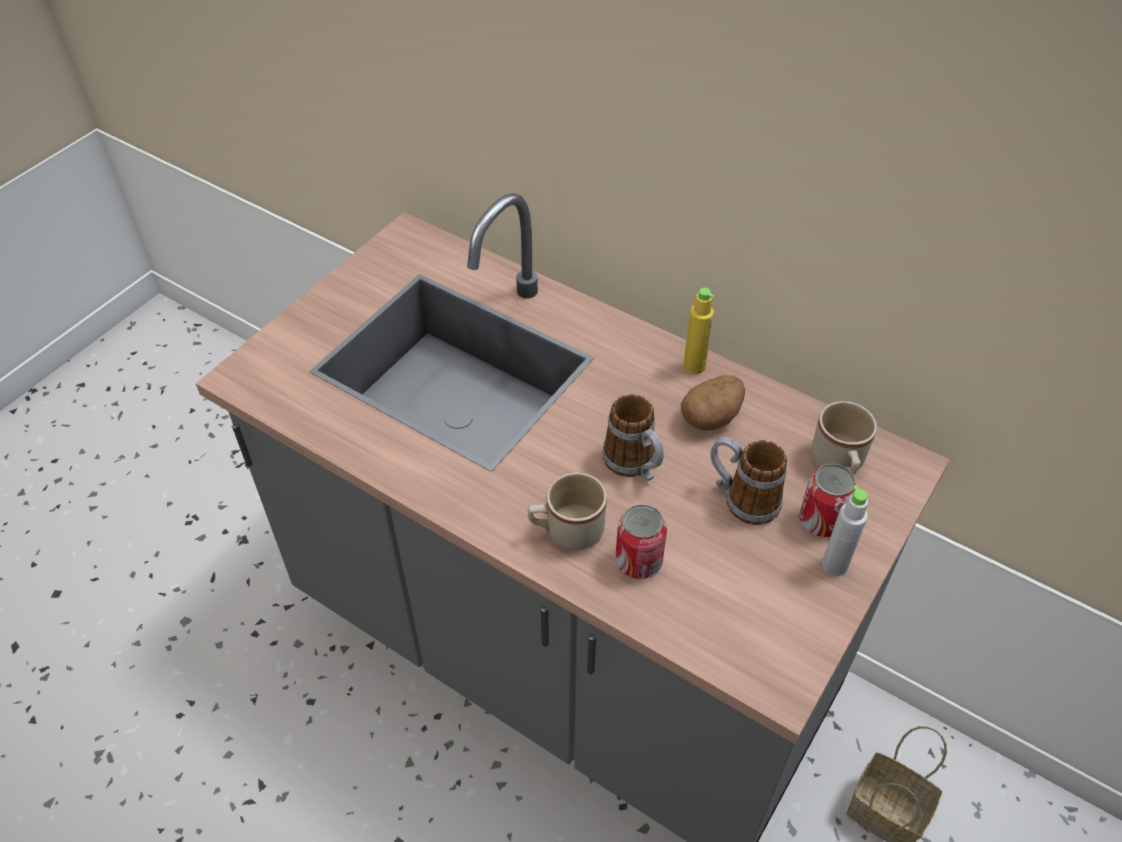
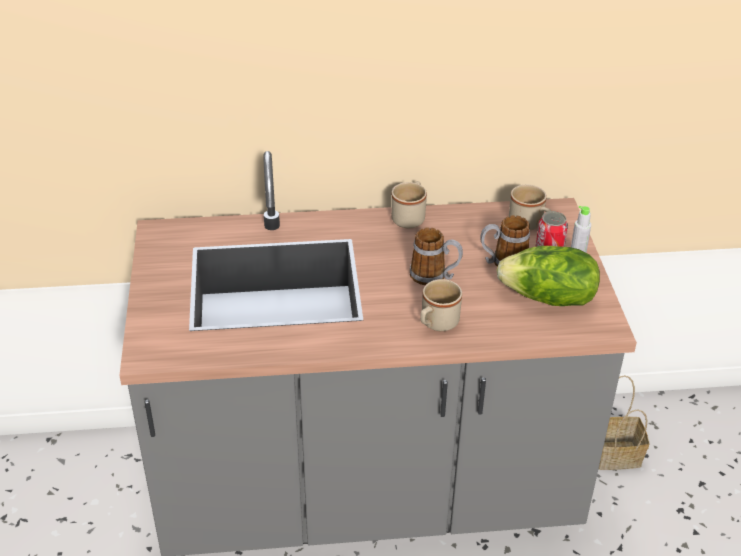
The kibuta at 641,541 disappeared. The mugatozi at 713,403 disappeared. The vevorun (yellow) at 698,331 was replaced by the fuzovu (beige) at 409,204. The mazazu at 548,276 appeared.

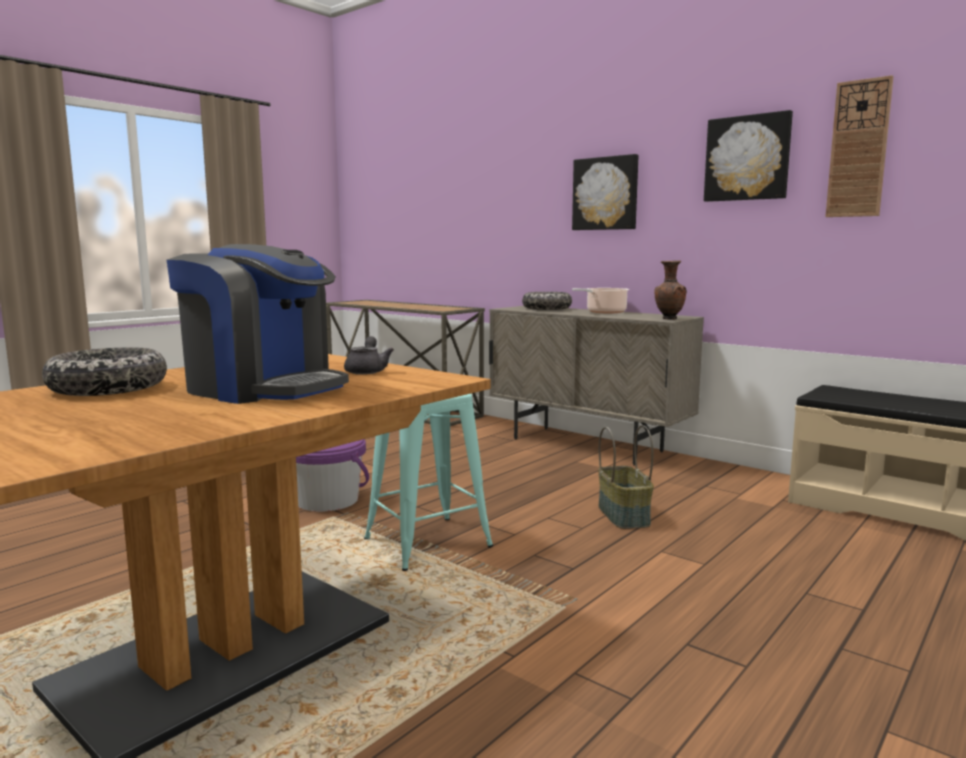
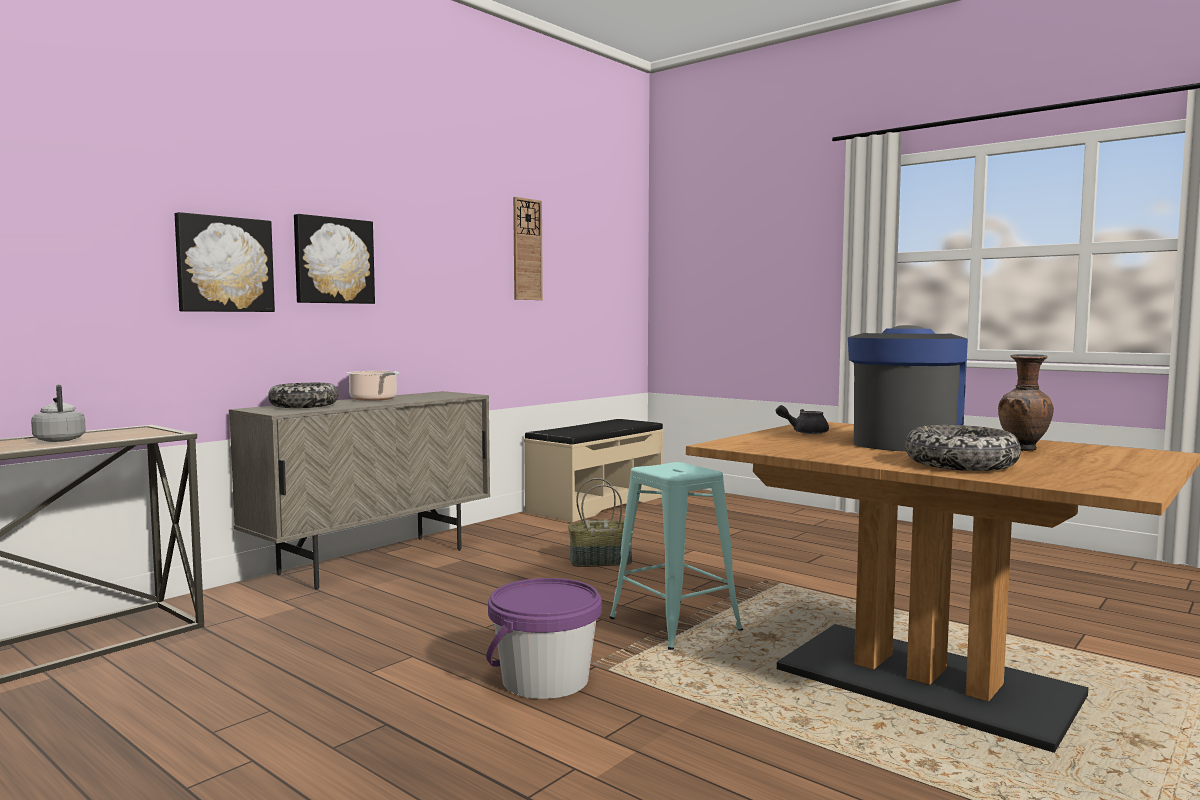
The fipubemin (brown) moved from 670,290 to 1026,402. The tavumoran moved from 748,156 to 225,262. The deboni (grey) at 58,413 appeared.

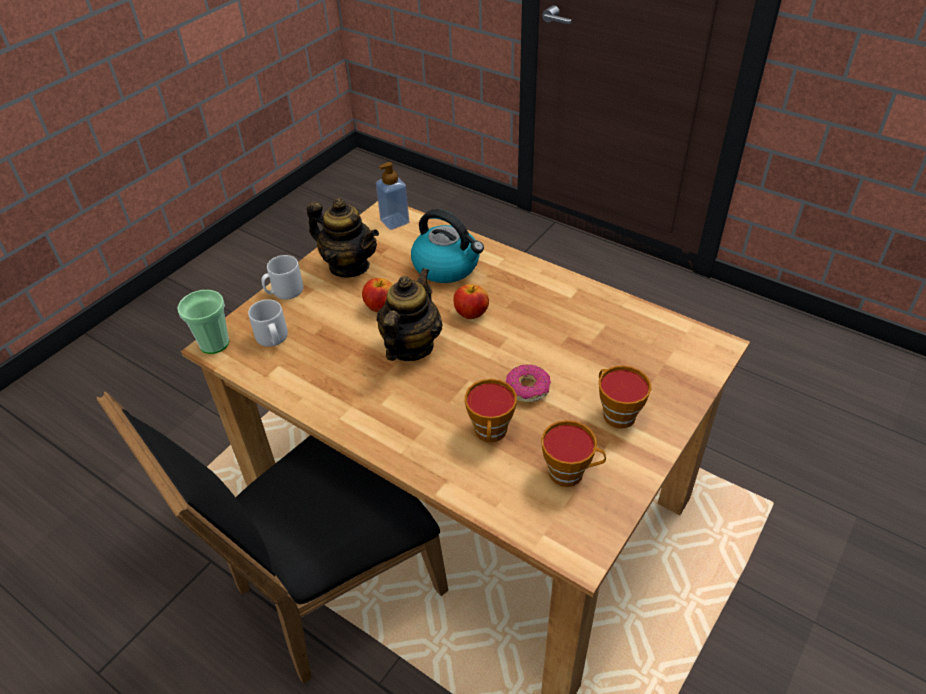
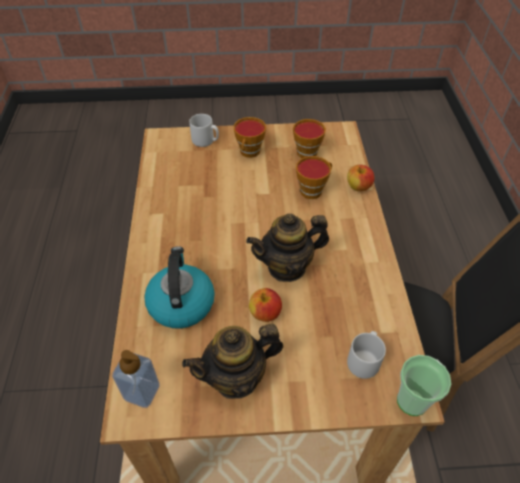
The fuzovu (grey) moved from 282,277 to 204,130. The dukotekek at 343,238 turned 105 degrees counterclockwise. The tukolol moved from 471,301 to 360,178. The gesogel at 528,383 disappeared.

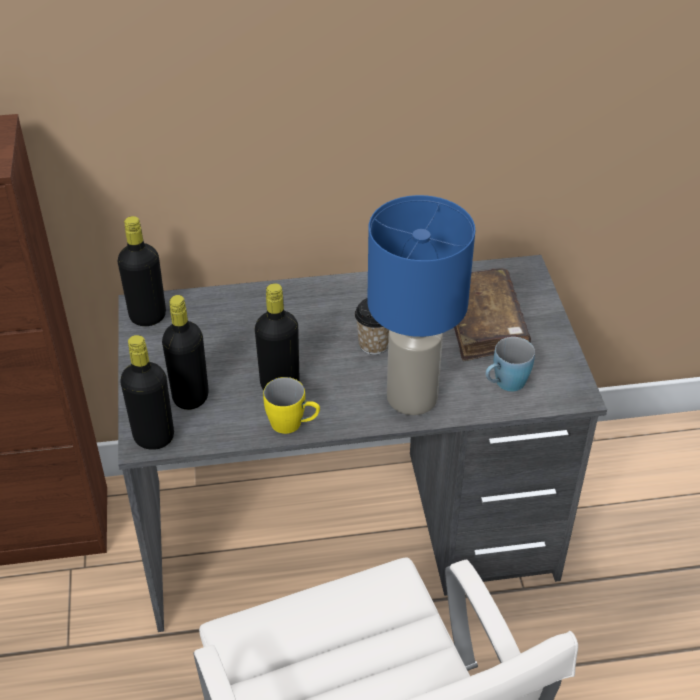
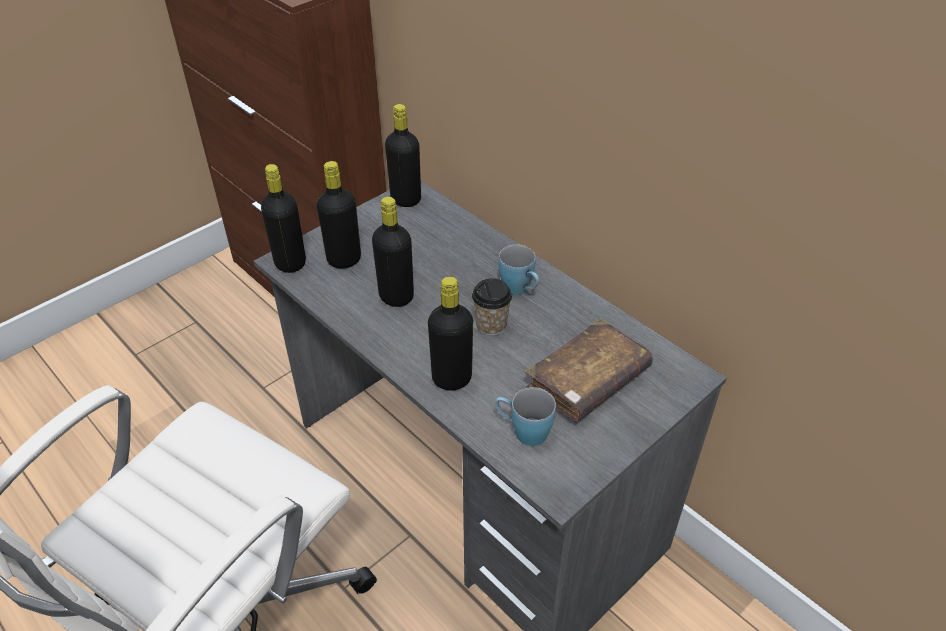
The fuzovu (yellow) at 291,405 disappeared. The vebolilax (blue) at 421,305 was replaced by the vevorun (black) at 450,334. The fuzovu (blue) at 519,269 appeared.

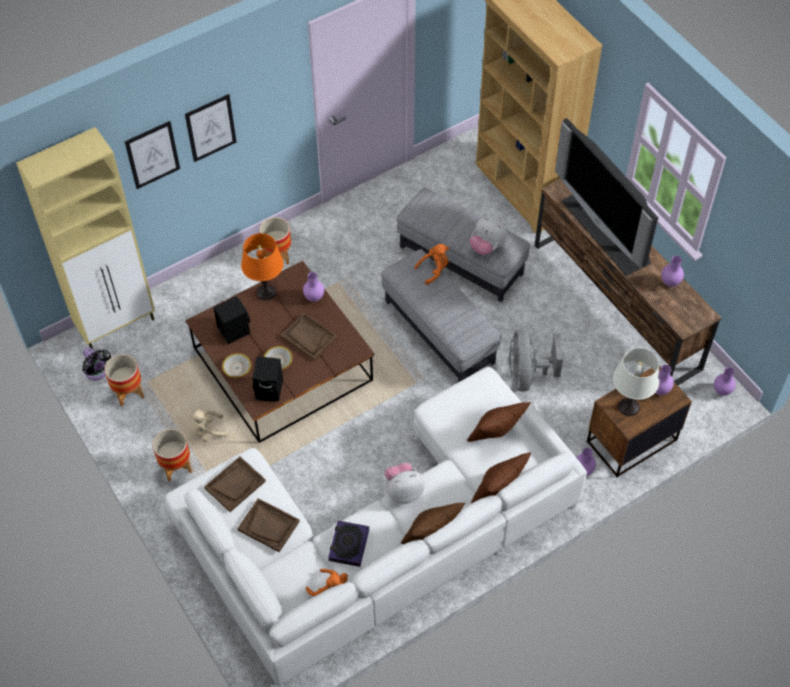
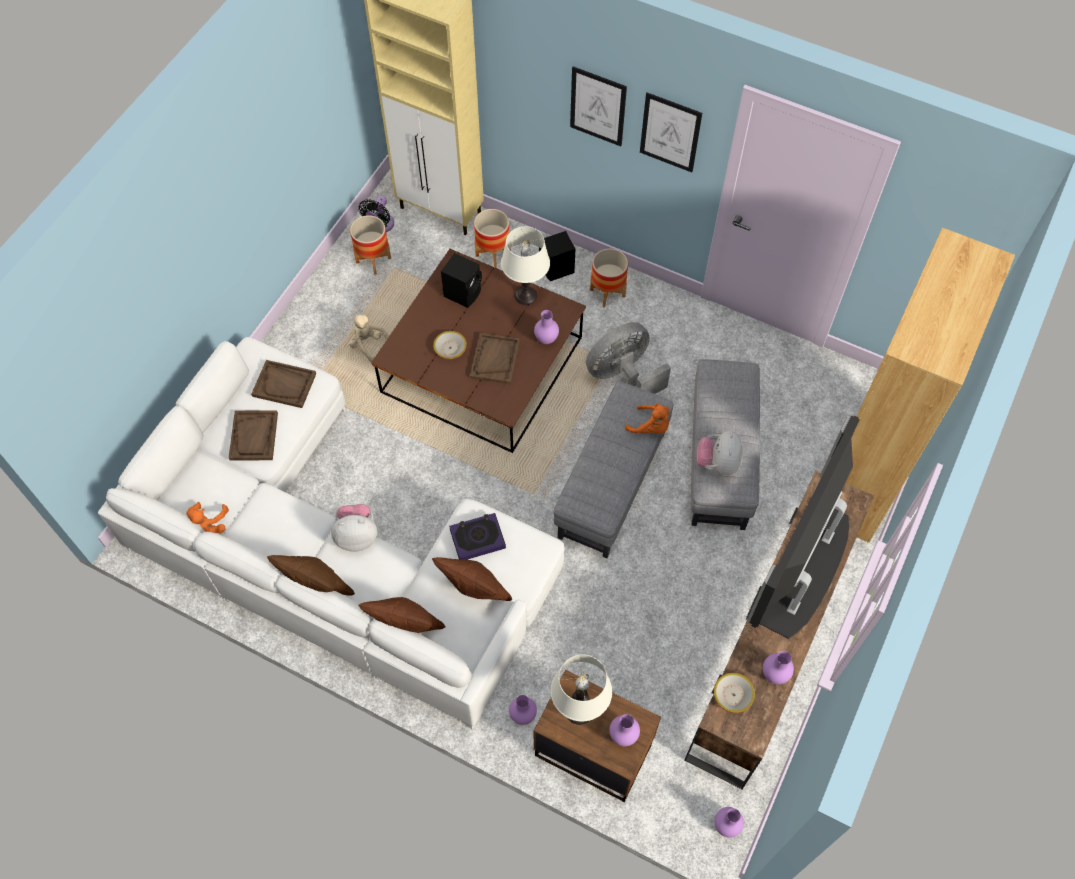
The tavumoran moved from 152,155 to 671,132. The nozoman moved from 172,455 to 492,238. The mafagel moved from 236,365 to 734,693. The vebolilax (orange) at 262,266 became the vebolilax (white) at 525,265. The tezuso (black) moved from 267,378 to 557,256. The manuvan moved from 348,544 to 477,536. The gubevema at 405,483 turned 45 degrees counterclockwise. The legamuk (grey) moved from 536,360 to 628,358.

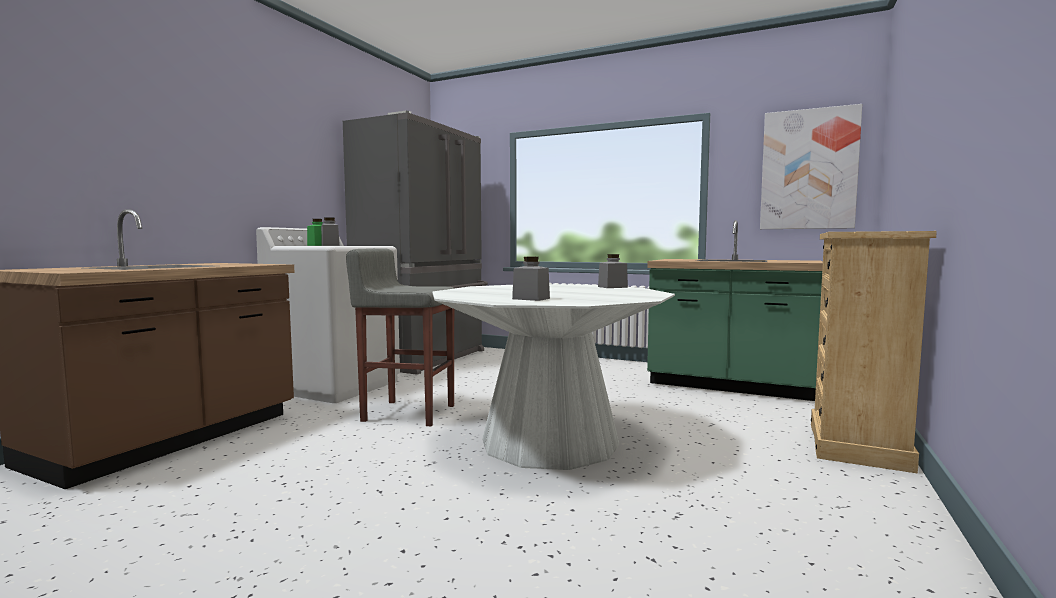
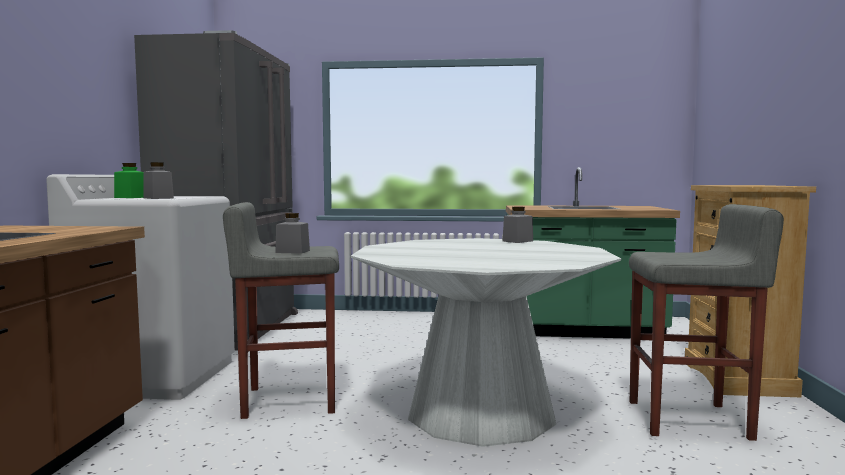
The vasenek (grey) moved from 531,279 to 292,233. The tavumoran at 811,166 disappeared. The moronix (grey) at 706,322 appeared.

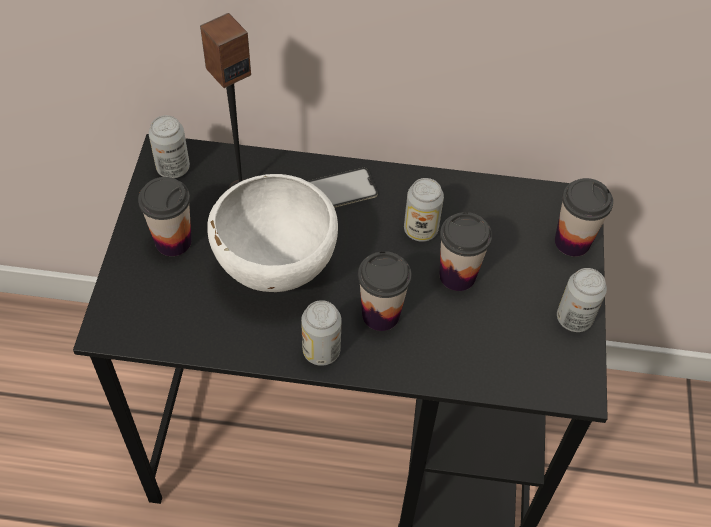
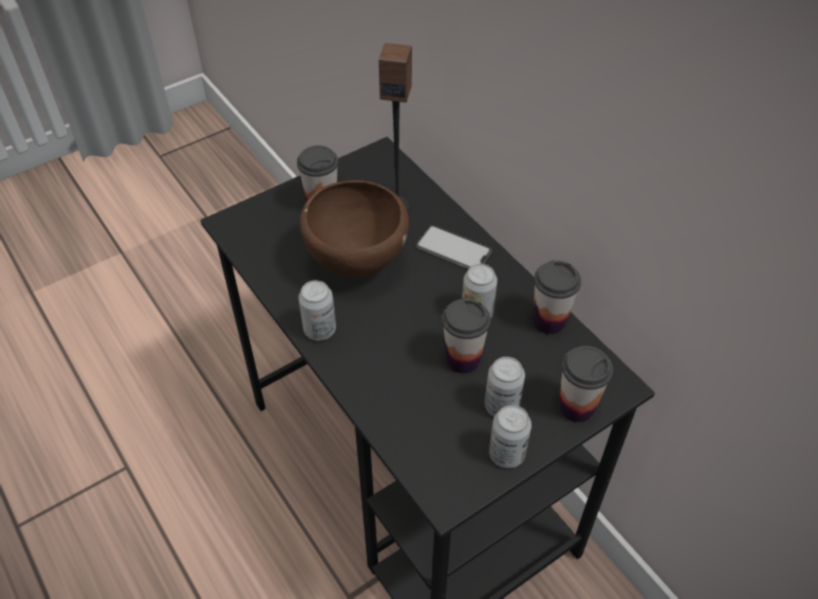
The kibuta moved from 169,146 to 505,386. The mafagel (white) at 272,233 became the mafagel (brown) at 354,228. The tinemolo moved from 384,291 to 557,297.

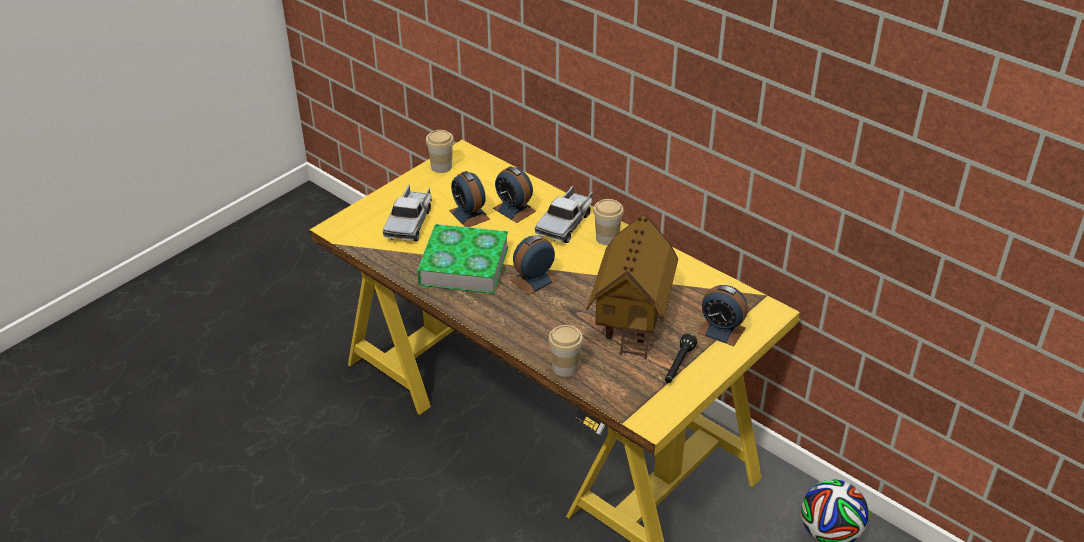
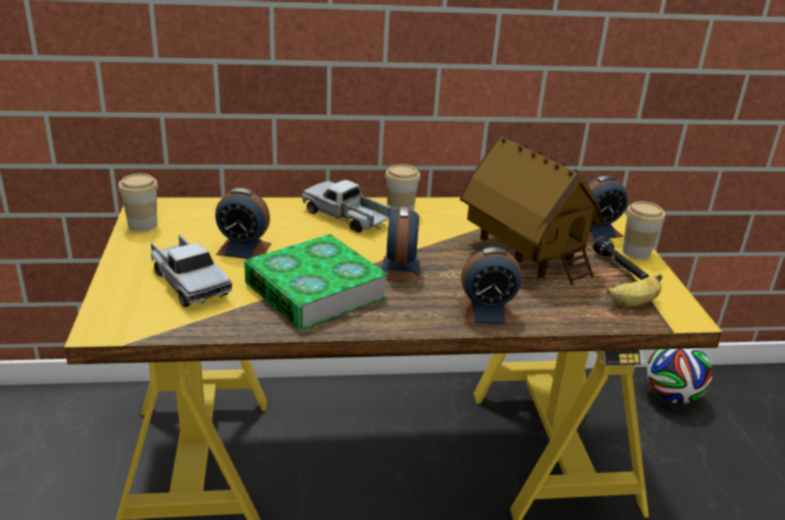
The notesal moved from 514,194 to 490,285. The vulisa at 564,214 turned 150 degrees clockwise. The tinemolo moved from 565,351 to 644,230. The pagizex at 634,290 appeared.

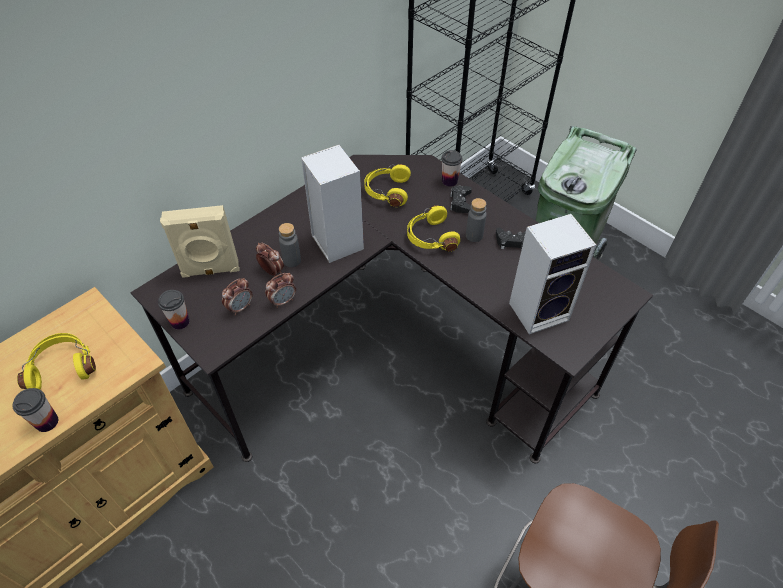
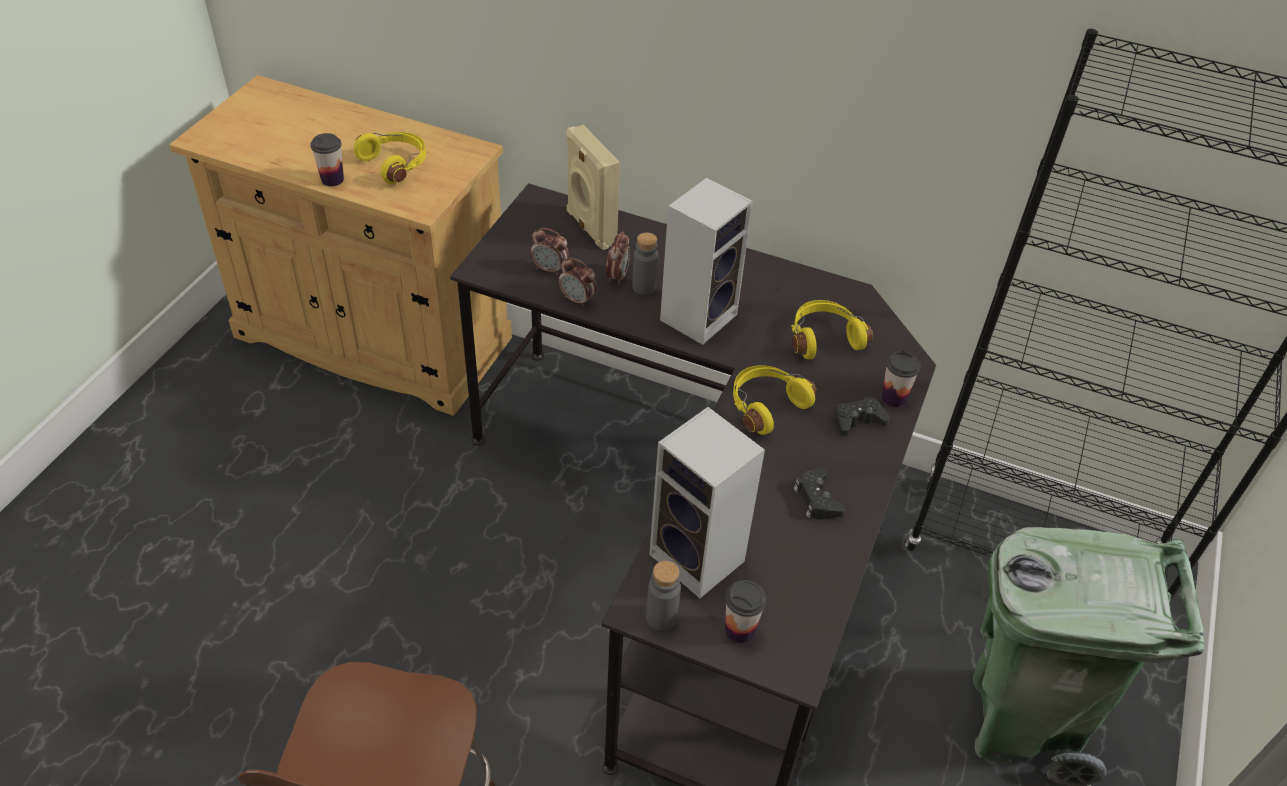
The tinemolo moved from 174,310 to 746,611. The vevorun (grey) moved from 476,220 to 663,596.

